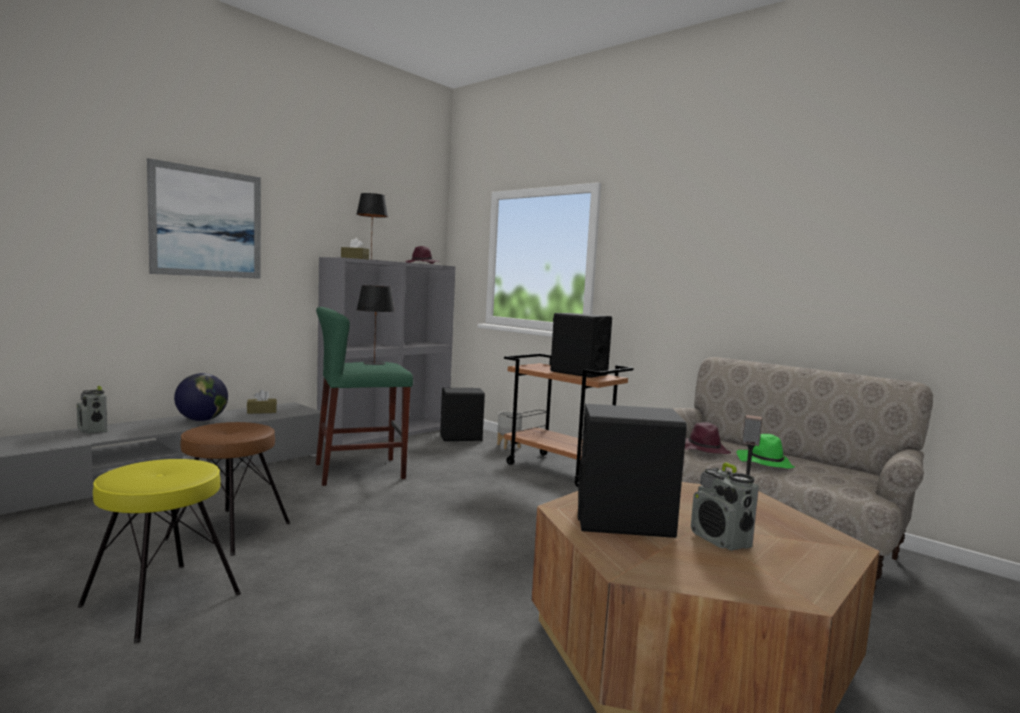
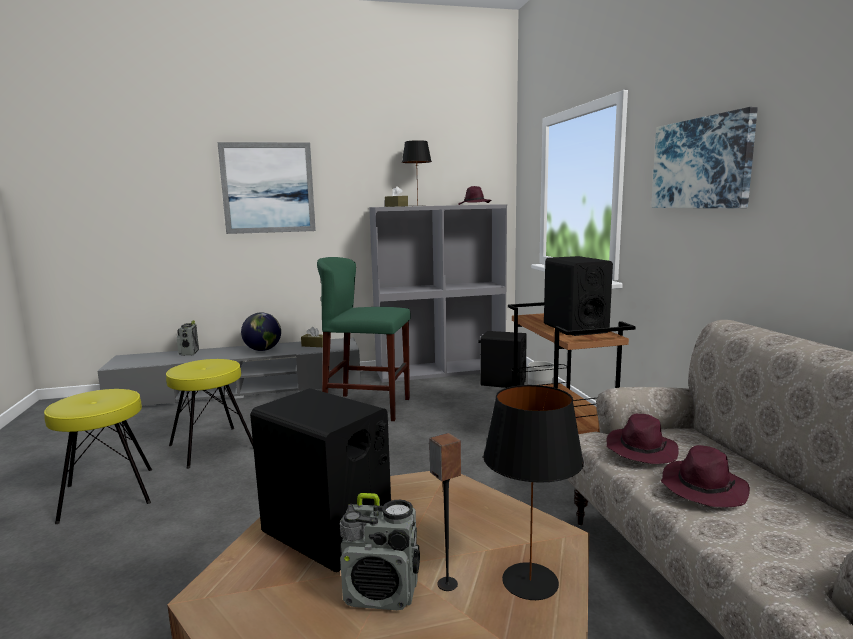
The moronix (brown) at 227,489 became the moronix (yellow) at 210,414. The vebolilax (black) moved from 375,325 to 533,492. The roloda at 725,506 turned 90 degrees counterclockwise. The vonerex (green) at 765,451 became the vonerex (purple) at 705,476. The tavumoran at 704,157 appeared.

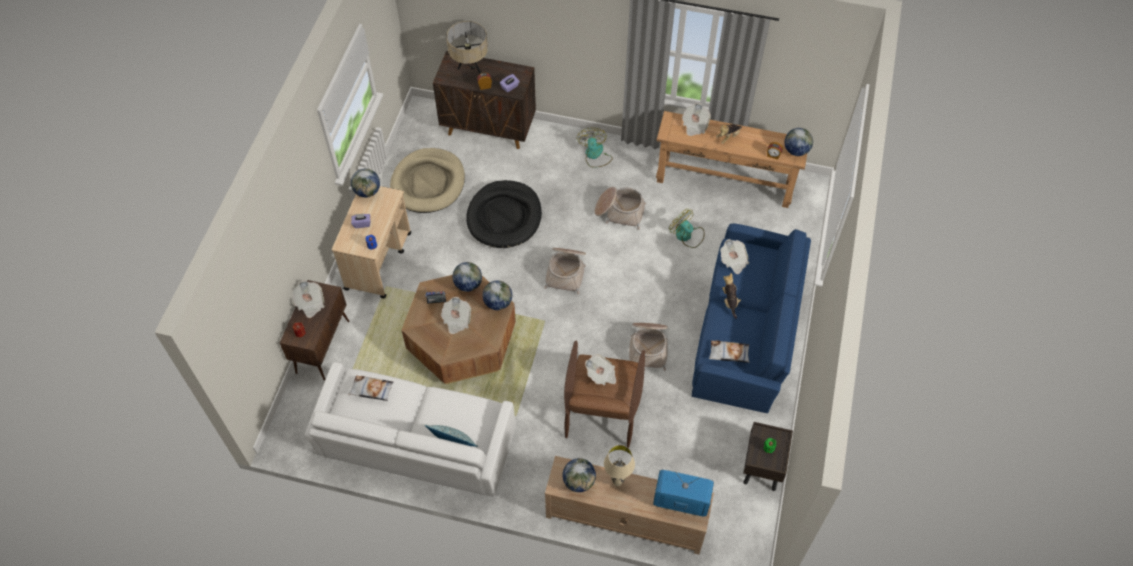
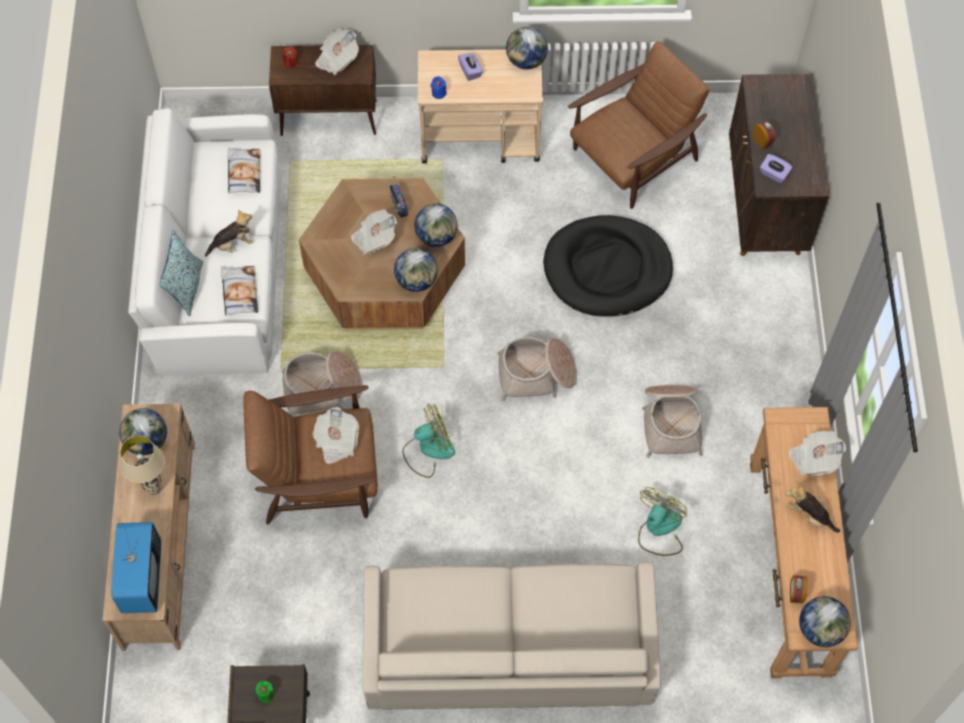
The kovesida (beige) at 427,180 was replaced by the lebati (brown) at 639,125. The vebolilax (beige) at 467,47 disappeared. The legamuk moved from 595,148 to 428,441. The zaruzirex moved from 648,347 to 322,383. The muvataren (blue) at 751,318 became the muvataren (beige) at 511,635. The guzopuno moved from 729,352 to 239,291. The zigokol at 734,256 disappeared. The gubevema moved from 731,296 to 229,233.

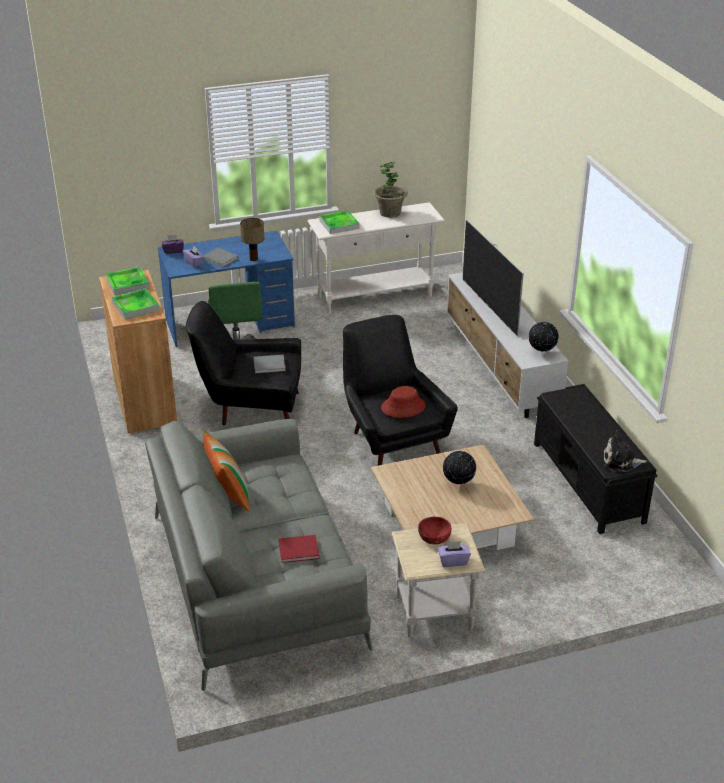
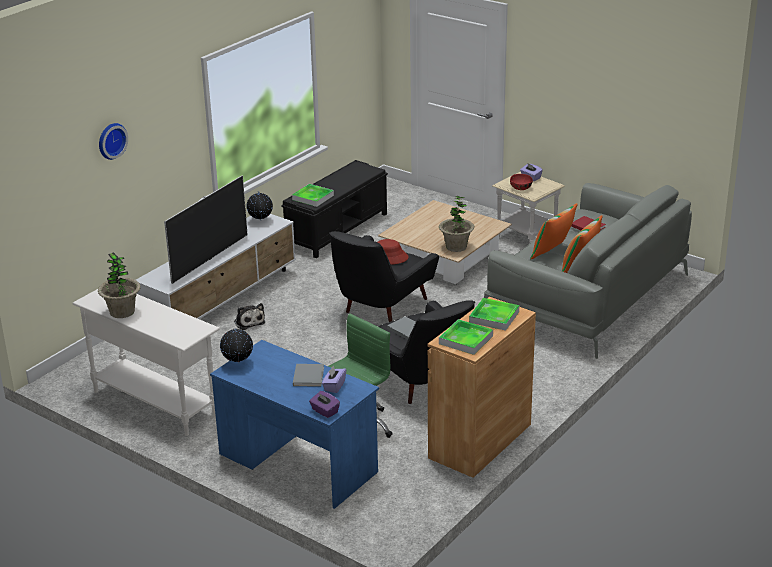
The vebolilax at 252,239 disappeared. The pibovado moved from 339,222 to 313,195. The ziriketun moved from 459,467 to 236,346. The gubevema moved from 625,450 to 249,316. The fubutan at 113,141 appeared. The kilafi at 456,224 appeared. The guzopuno at 554,231 appeared.

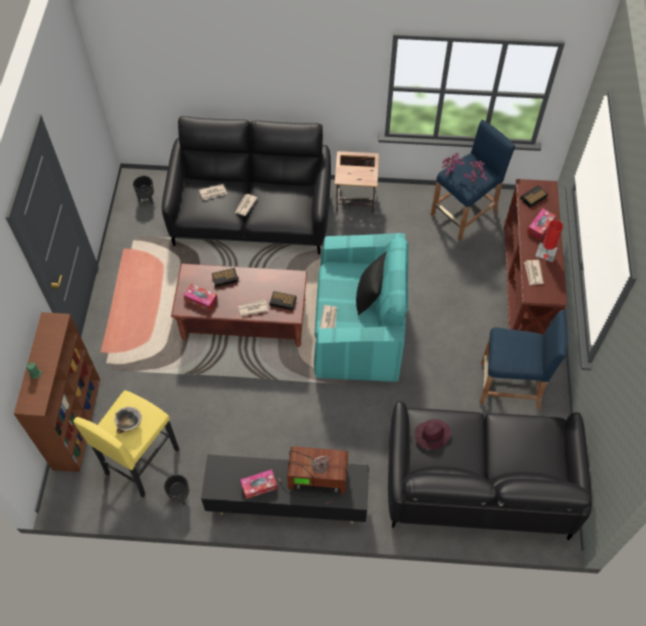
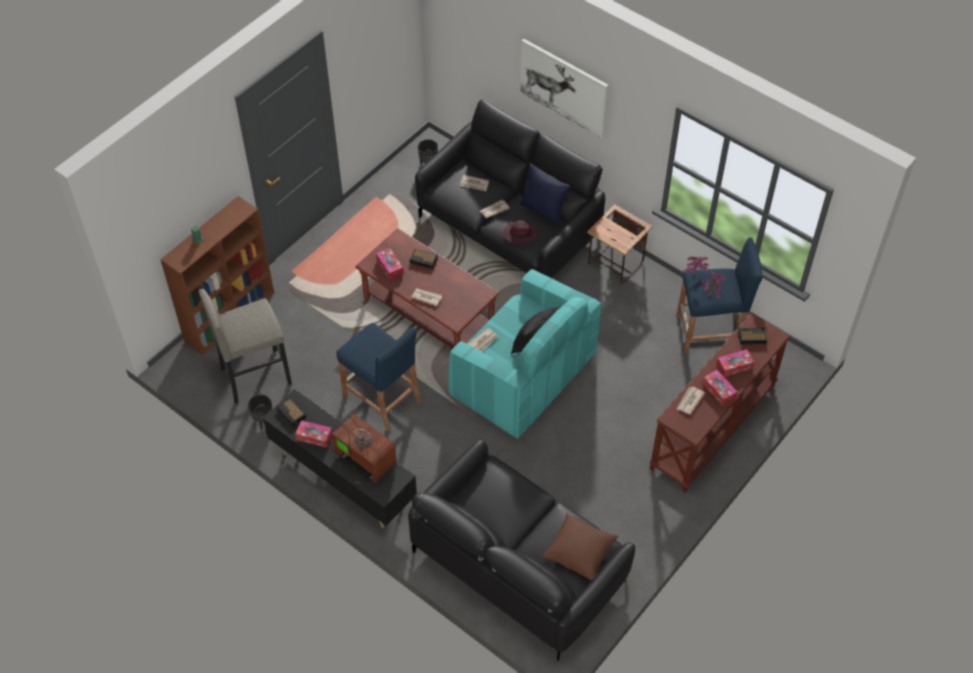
The moronix (yellow) at 126,444 became the moronix (grey) at 245,346. The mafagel at 128,420 disappeared. The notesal moved from 283,301 to 291,412. The vonerex (purple) moved from 433,434 to 520,232. The moronix (blue) moved from 524,360 to 379,377. The vebolilax (red) at 549,241 was replaced by the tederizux at 720,388. The tavumoran at 564,89 appeared. The guzopuno (blue) at 545,194 appeared. The guzopuno (brown) at 580,546 appeared.

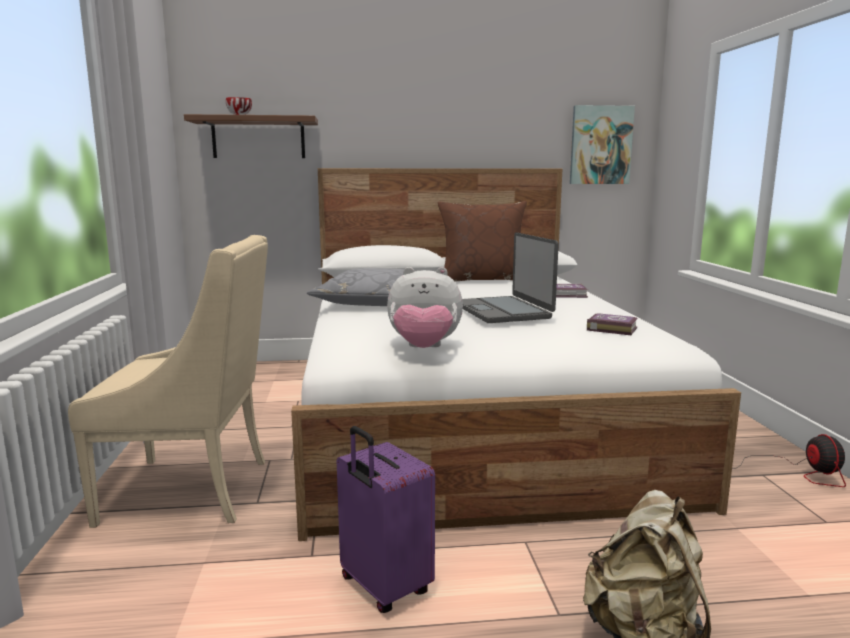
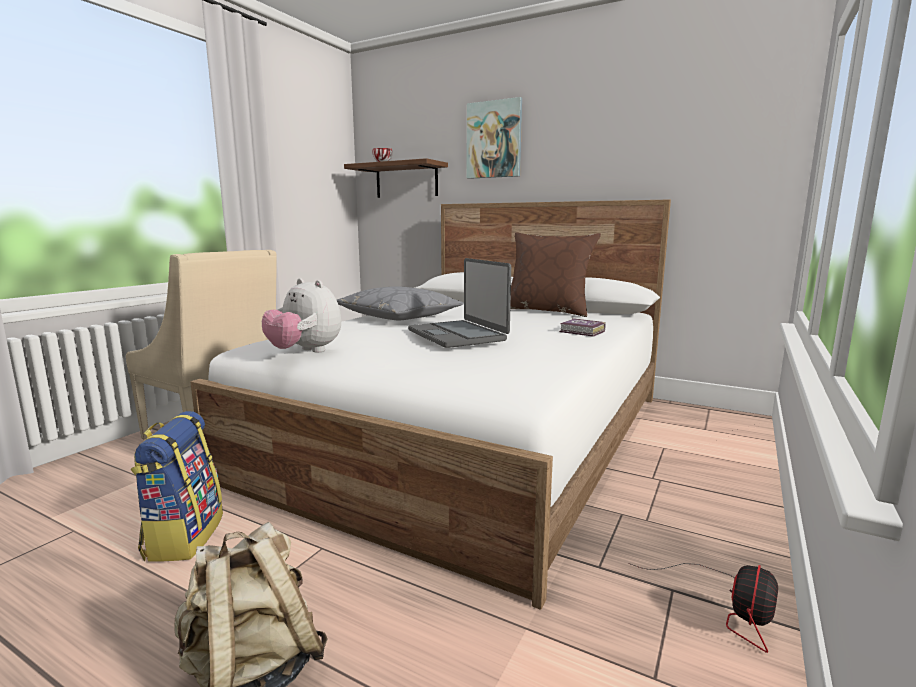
The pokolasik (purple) at 386,519 was replaced by the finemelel at 177,486. The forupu at 510,277 turned 45 degrees counterclockwise. The tavumoran moved from 602,144 to 494,138. The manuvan at 612,324 disappeared.

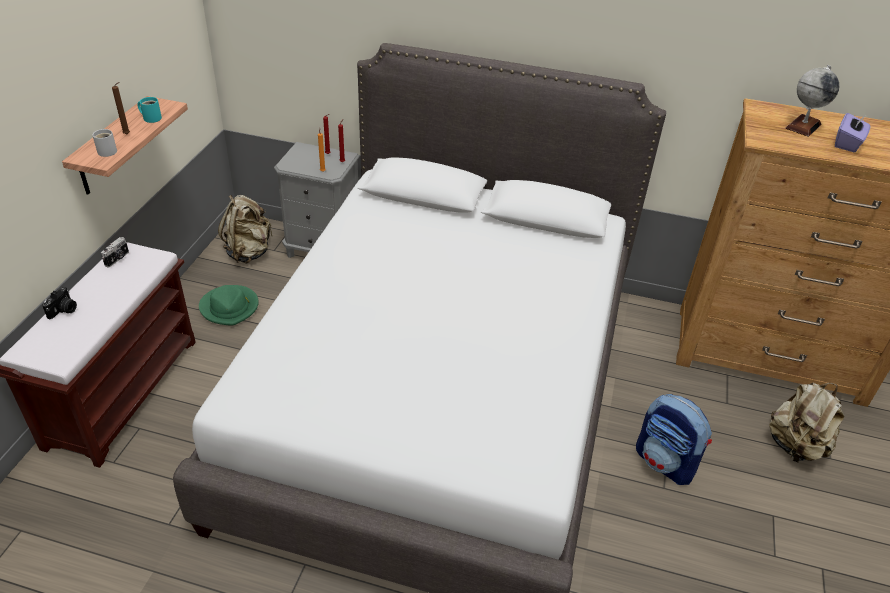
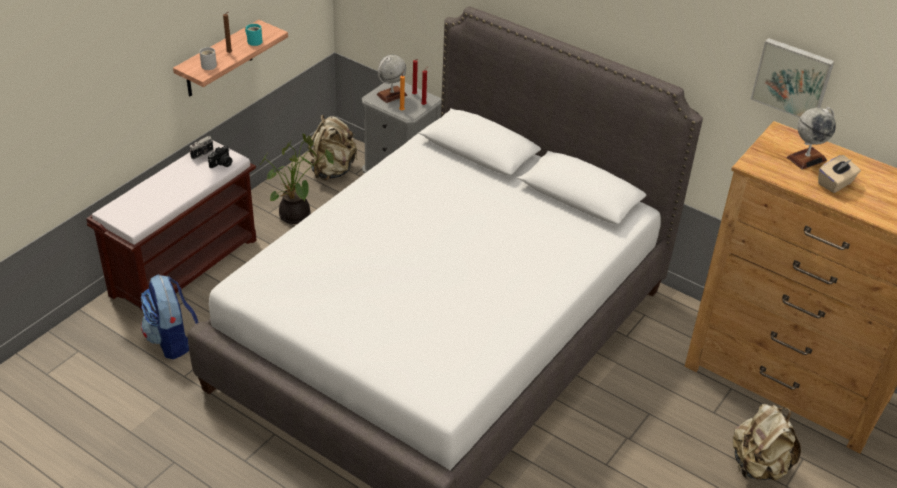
The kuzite moved from 59,303 to 220,157. The vonerex (green) at 229,305 was replaced by the kilafi at 297,179. The finemelel moved from 674,439 to 170,316. The tederizux (purple) at 852,132 became the tederizux (beige) at 839,174. The ziriketun at 392,79 appeared. The tavumoran at 792,78 appeared.

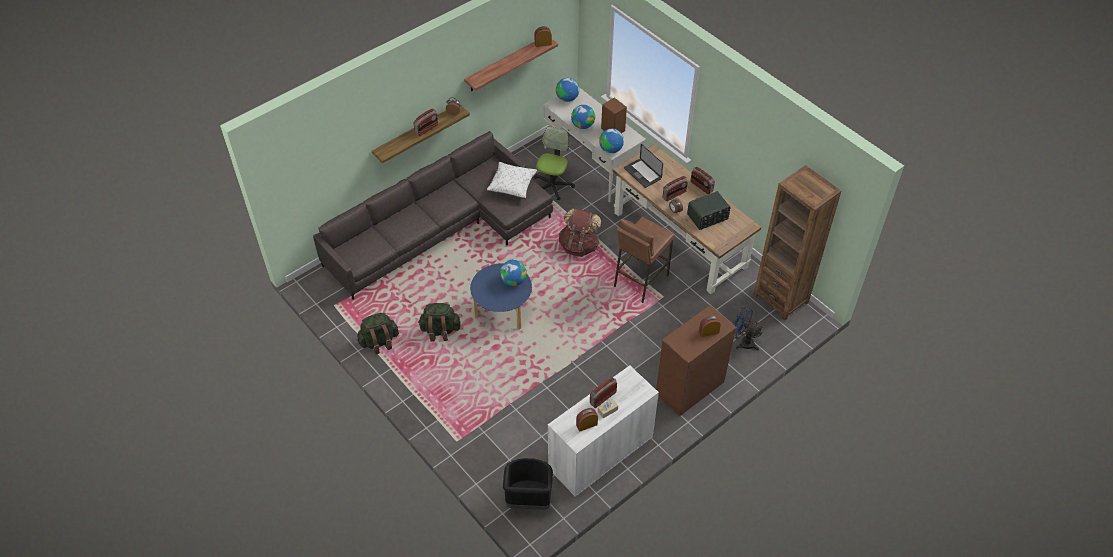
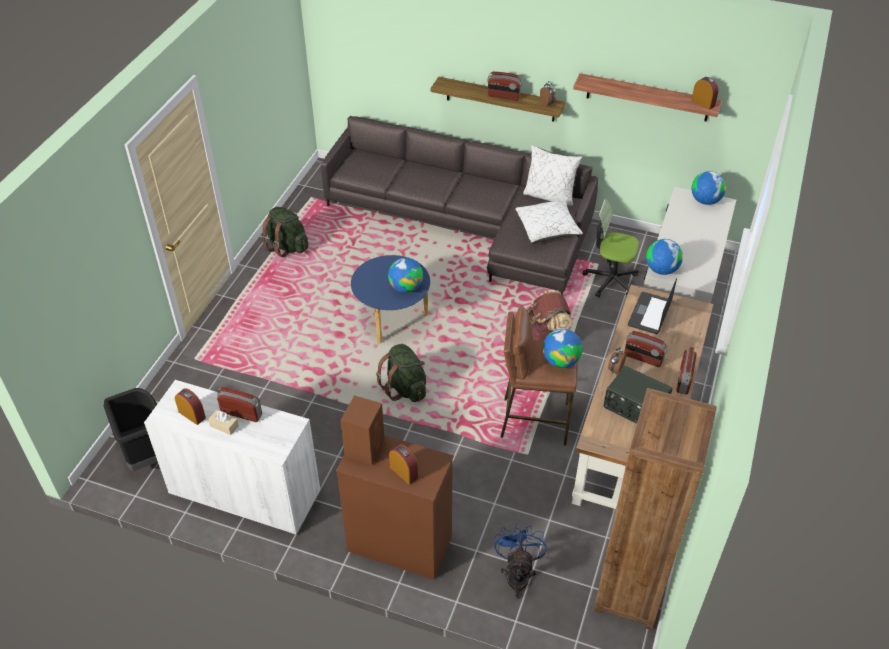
The finemelel (green) moved from 439,322 to 401,373. The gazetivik at 554,163 turned 150 degrees counterclockwise. The ziriketun moved from 583,117 to 562,348. The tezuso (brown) moved from 614,115 to 362,430. The guzopuno (white) at 552,175 appeared.

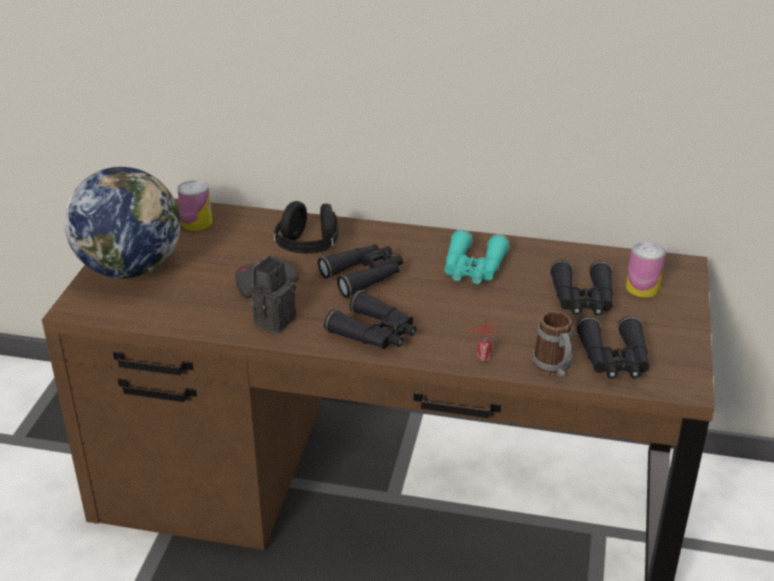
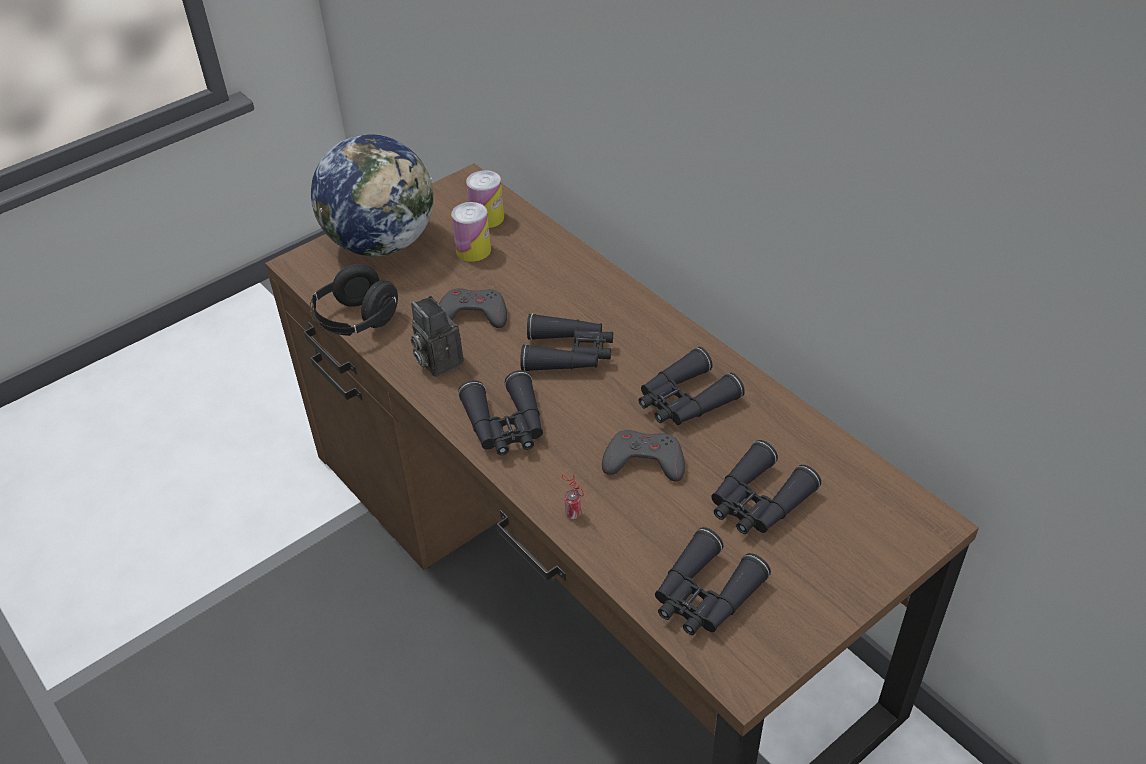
The kuzite at 273,294 turned 105 degrees counterclockwise. The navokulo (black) moved from 306,227 to 354,300. The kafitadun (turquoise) at 477,256 became the kafitadun (black) at 692,386. The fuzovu at 552,344 disappeared. The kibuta moved from 646,269 to 471,232. The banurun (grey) at 643,455 appeared.

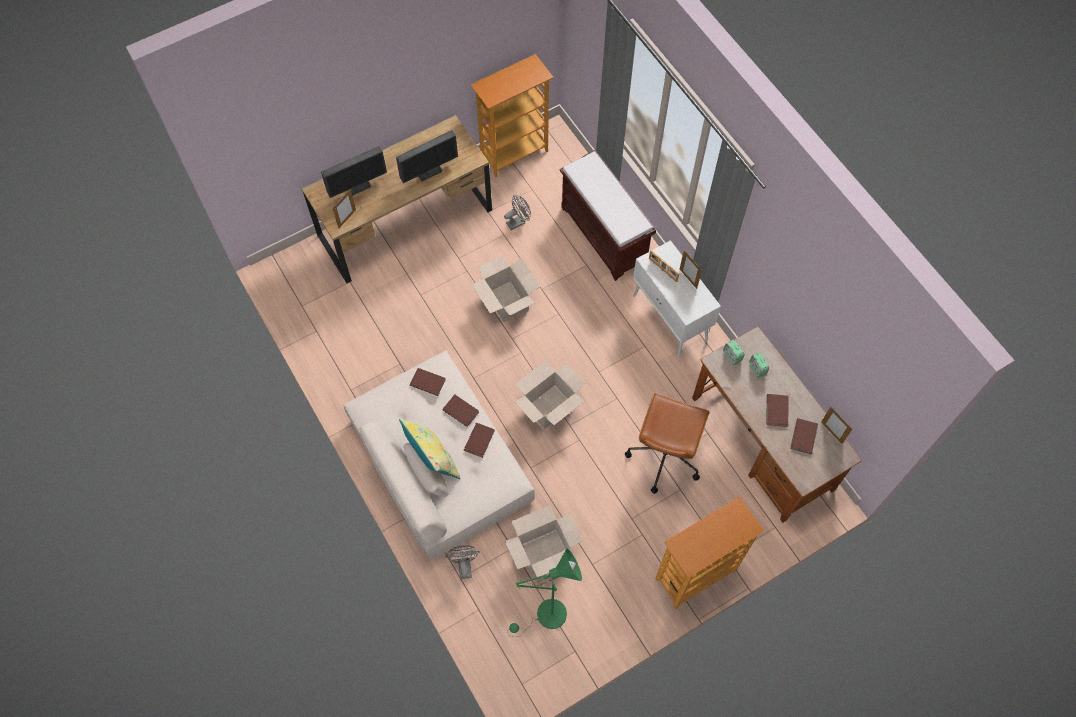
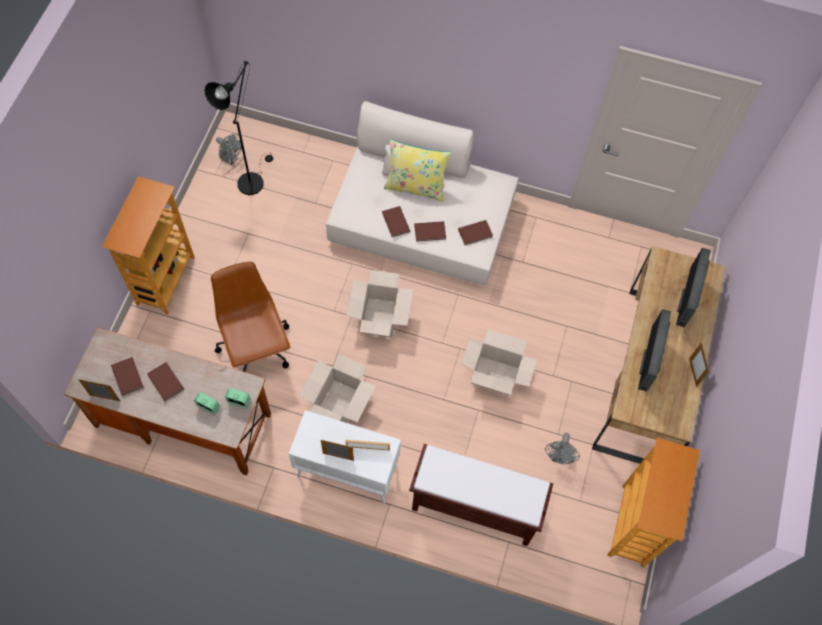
The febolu moved from 344,209 to 699,364. The legamuk (grey) moved from 462,562 to 229,149. The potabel moved from 544,541 to 337,388. The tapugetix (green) at 545,593 became the tapugetix (black) at 238,128.

